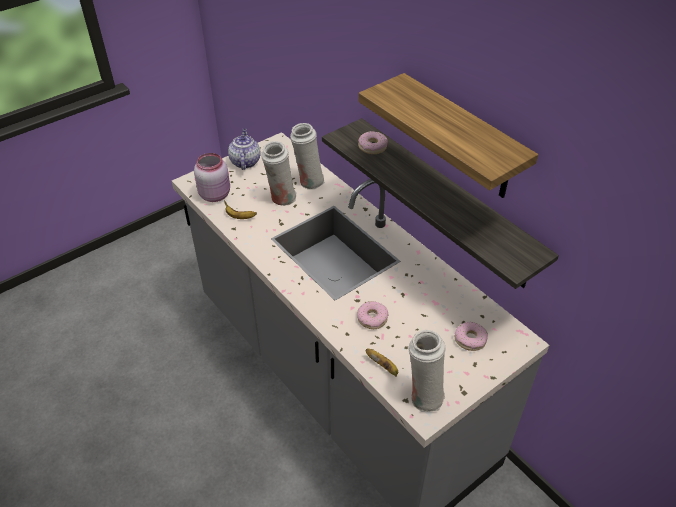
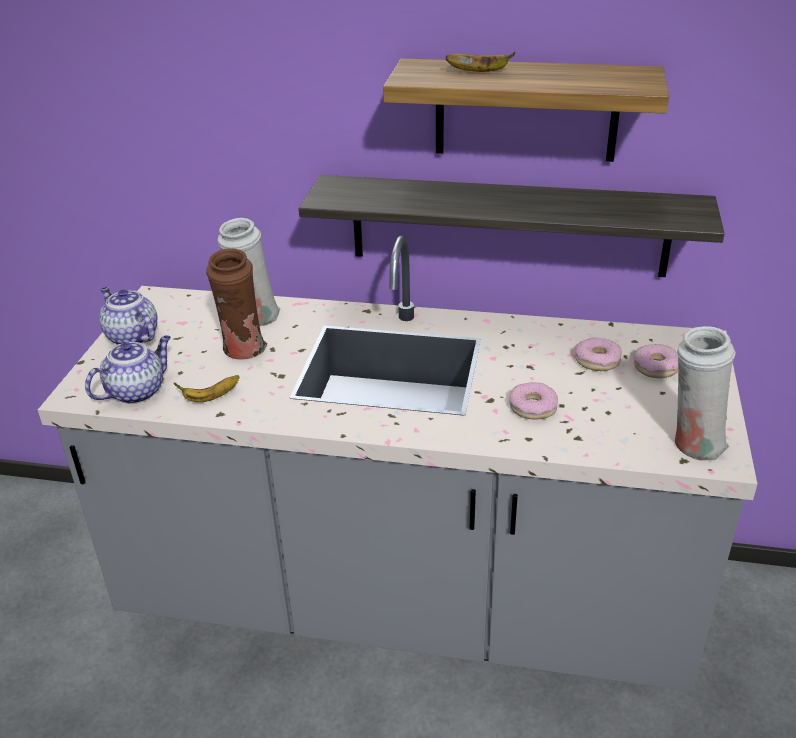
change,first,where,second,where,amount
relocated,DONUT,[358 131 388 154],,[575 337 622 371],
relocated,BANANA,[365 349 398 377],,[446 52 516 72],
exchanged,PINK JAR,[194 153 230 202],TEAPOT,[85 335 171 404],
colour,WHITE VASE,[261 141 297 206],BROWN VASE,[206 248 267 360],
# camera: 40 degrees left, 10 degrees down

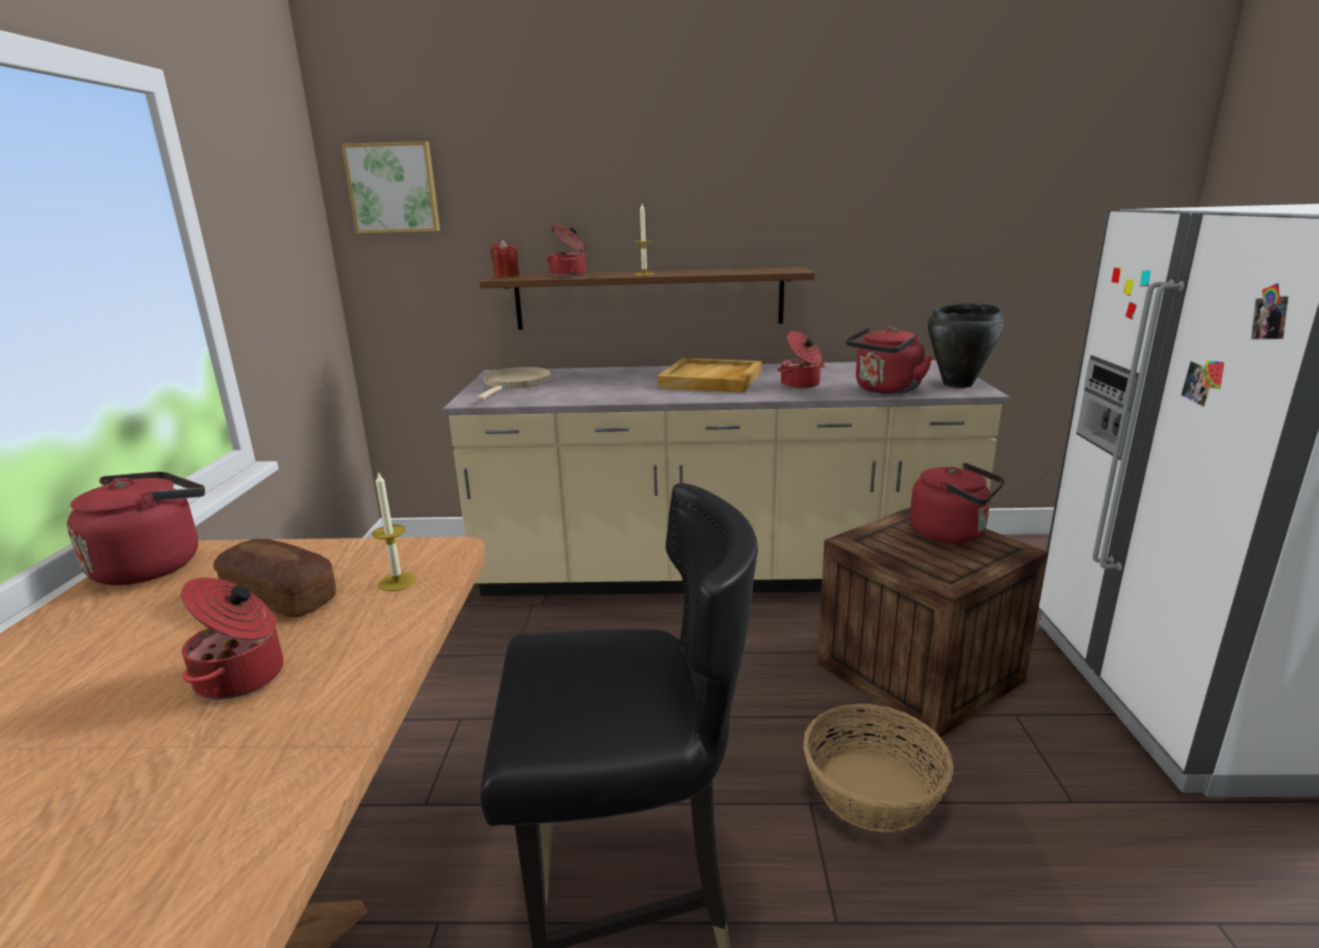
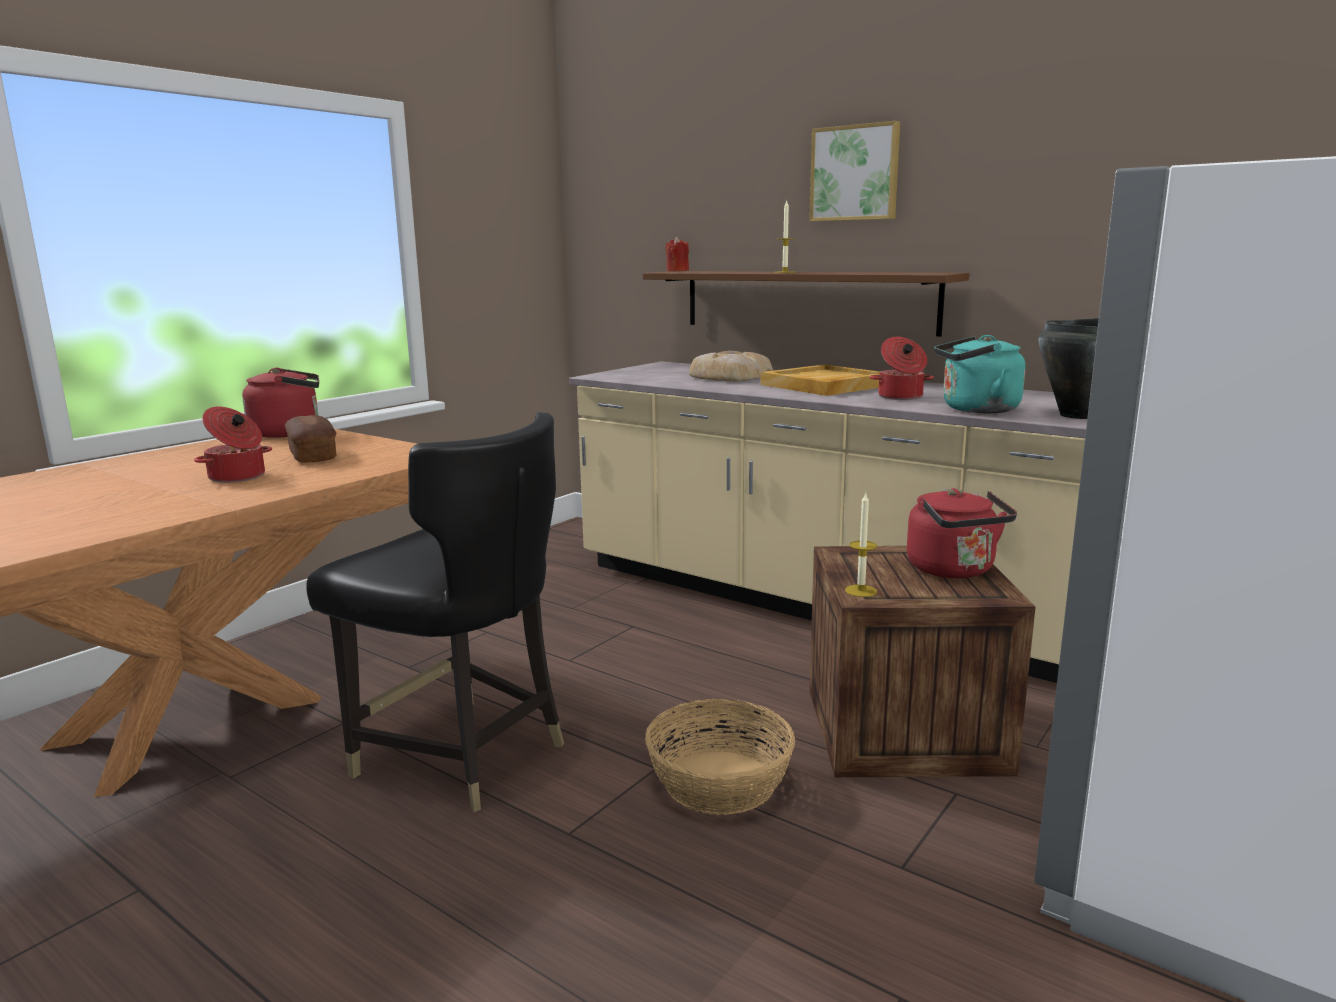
change,first,where,second,where,amount
missing,BEIGE FRYING PAN,[478 367 551 400],,,
missing,COOKING POT,[547 224 586 277],,,
appeared,,,BREAD,[689 351 773 381],
relocated,PICTURE,[341 141 440 233],,[809 121 900 221],
relocated,CANDLE,[372 471 417 591],,[845 493 877 597],
colour,RED KETTLE,[846 326 933 394],TURQUOISE KETTLE,[934 335 1026 413],
# camera: 35 degrees right, 5 degrees down

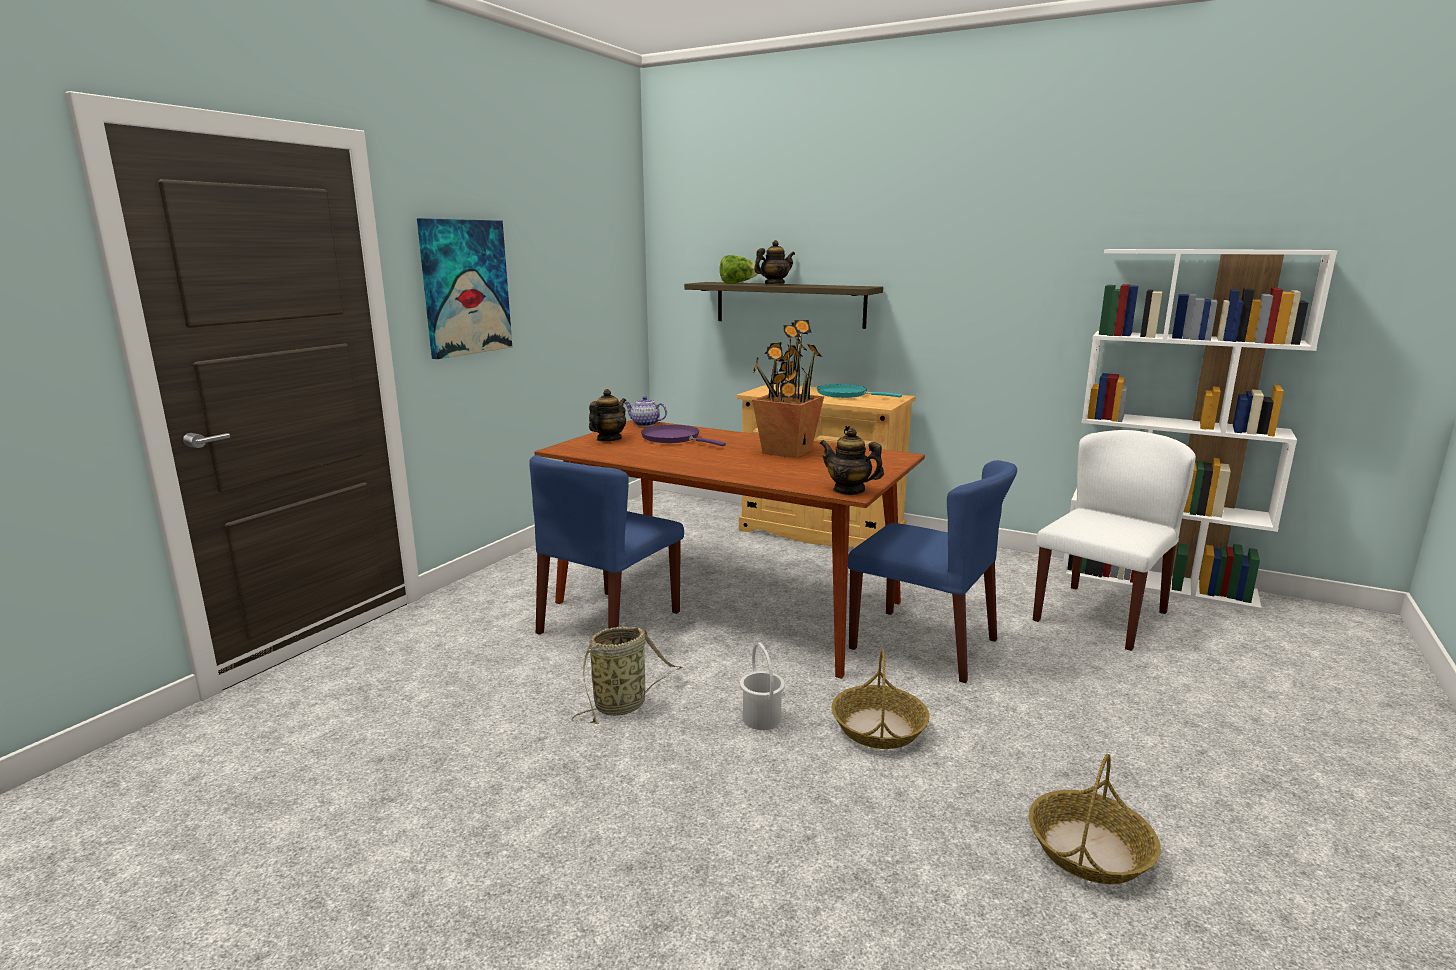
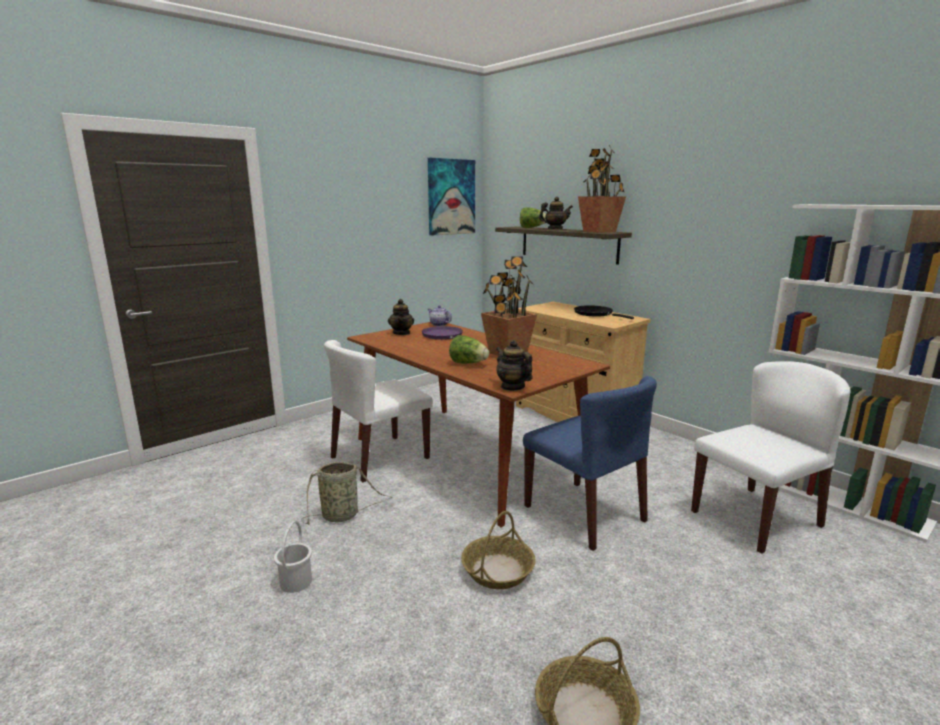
change,first,where,second,where,amount
appeared,,,LETTUCE,[449 335 489 364],
appeared,,,POTTED PLANT,[578 145 626 233],
relocated,PICTURE,[417 218 512 359],,[428 158 475 235],
relocated,WHITE BUCKET,[740 642 785 730],,[274 521 312 593],
colour,BLUE CHAIR,[529 455 684 635],WHITE CHAIR,[324 340 433 482],
colour,TURQUOISE FRYING PAN,[817 384 902 398],BLACK FRYING PAN,[574 305 634 319],
spun,TEAPOT,[589 389 626 441],,[388 299 414 335],120 degrees clockwise
# camera: 20 degrees right, 0 degrees up

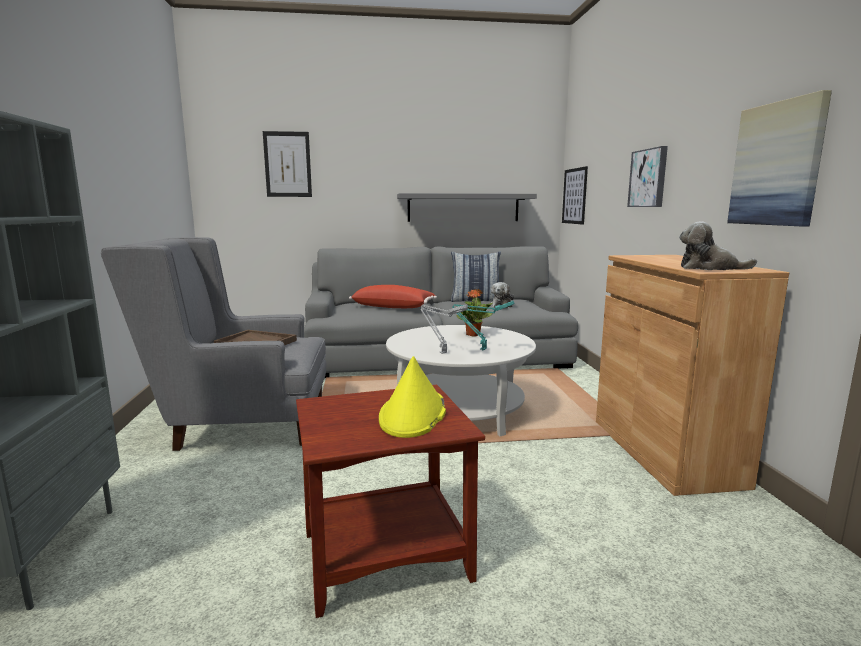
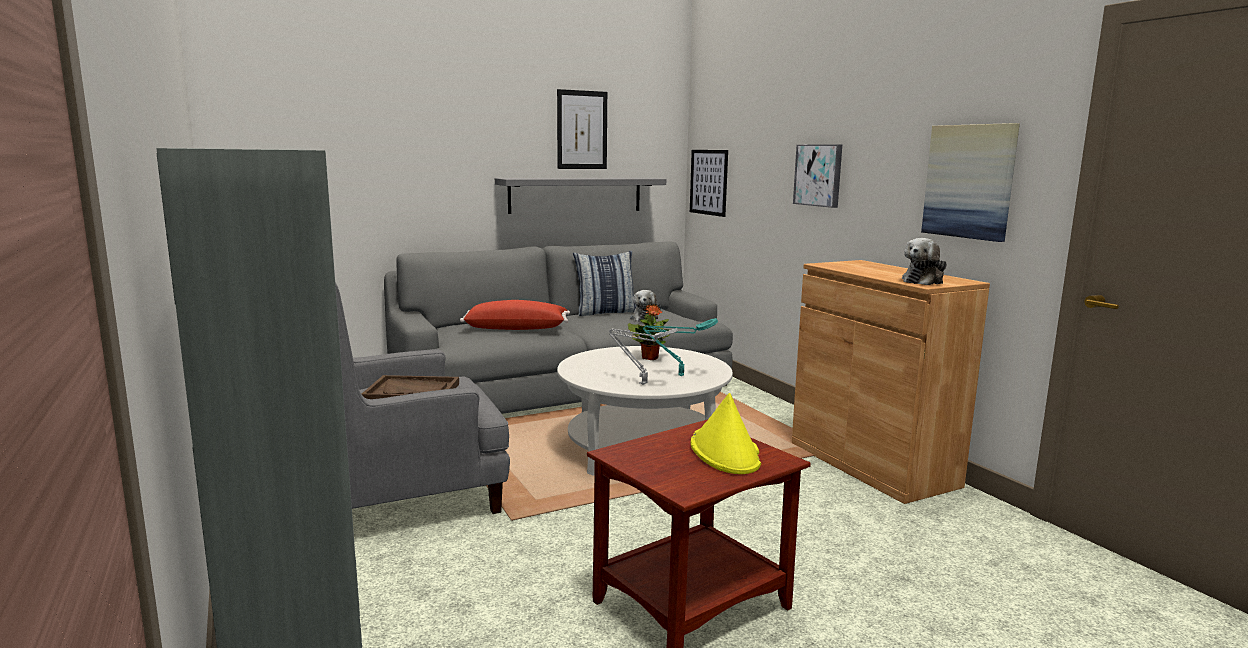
change,first,where,second,where,amount
relocated,PICTURE,[263 131 312 197],,[557 89 607 169],
spun,PLUSH TOY,[679 222 757 270],,[902 238 947 285],45 degrees counterclockwise
# camera: 20 degrees left, 0 degrees up

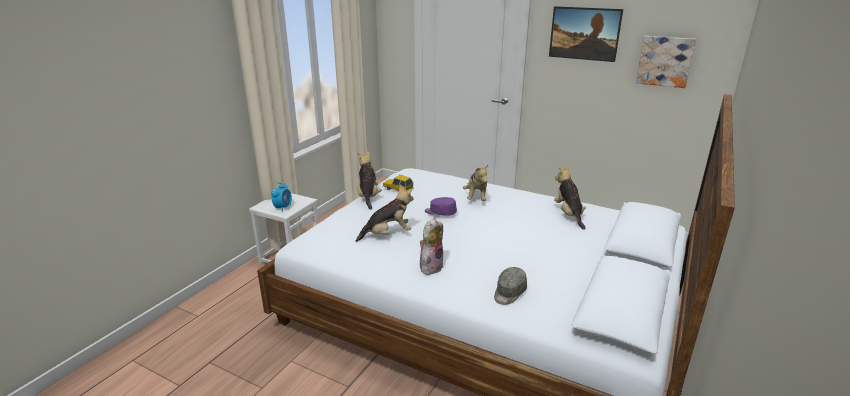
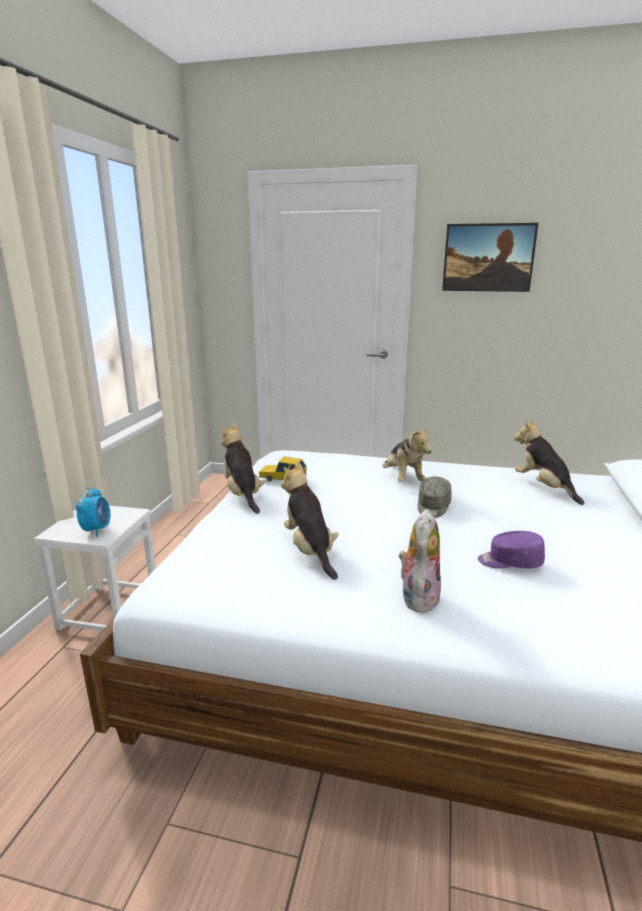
change,first,where,second,where,amount
missing,PICTURE,[636 36 696 88],,,
relocated,PURPLE CAP,[425 197 457 216],,[478 531 545 569],
relocated,GREY CAP,[494 267 527 305],,[418 477 452 518],
spun,PLUSH TOY,[356 185 413 242],,[281 461 339 580],75 degrees counterclockwise
# camera: 15 degrees left, 5 degrees down

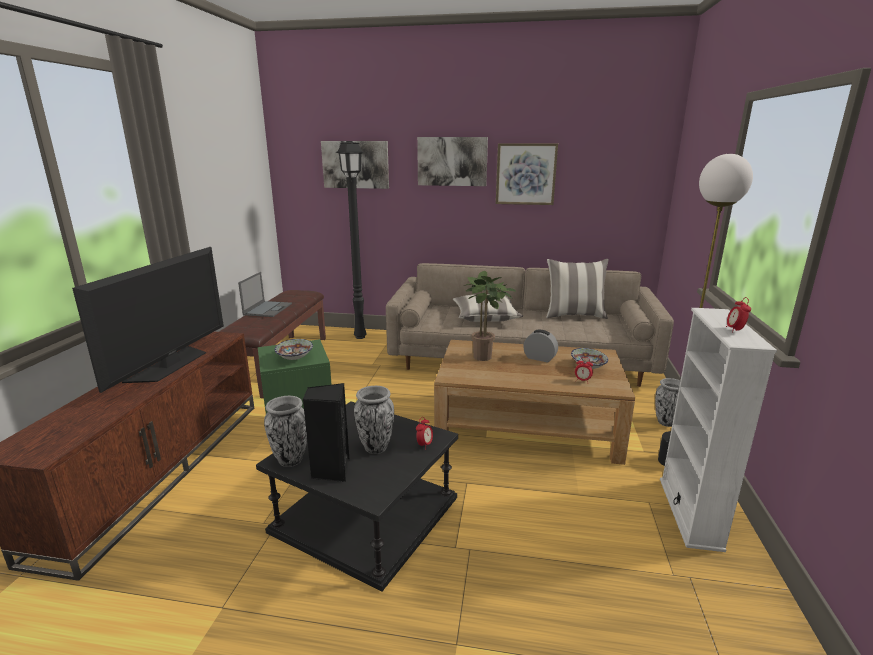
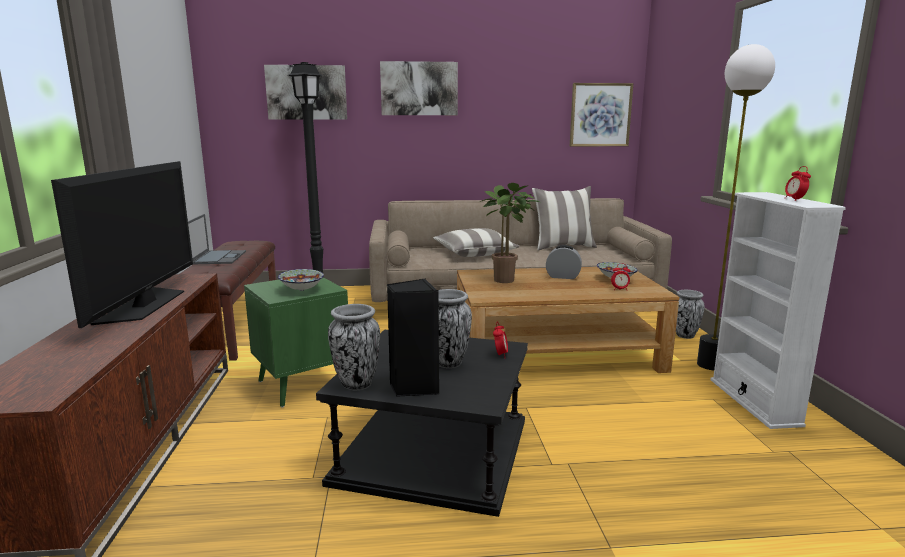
change,first,where,second,where,amount
relocated,PICTURE,[496 143 558 205],,[570 83 633 146],
# camera: 15 degrees left, 5 degrees down

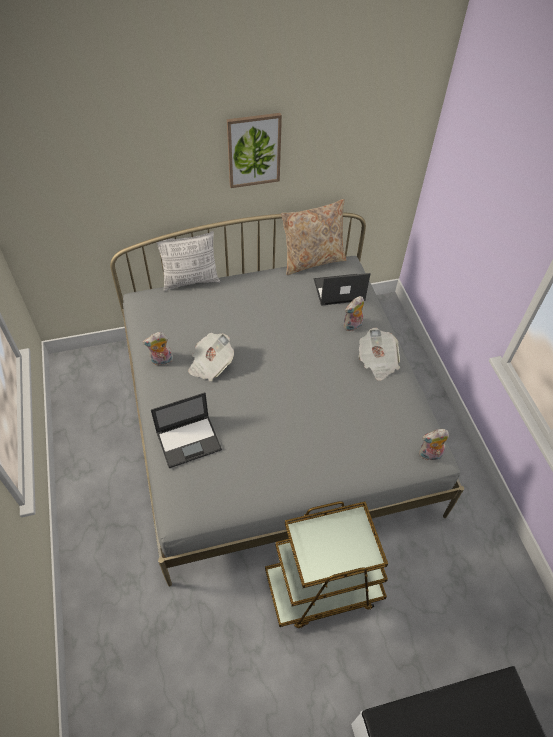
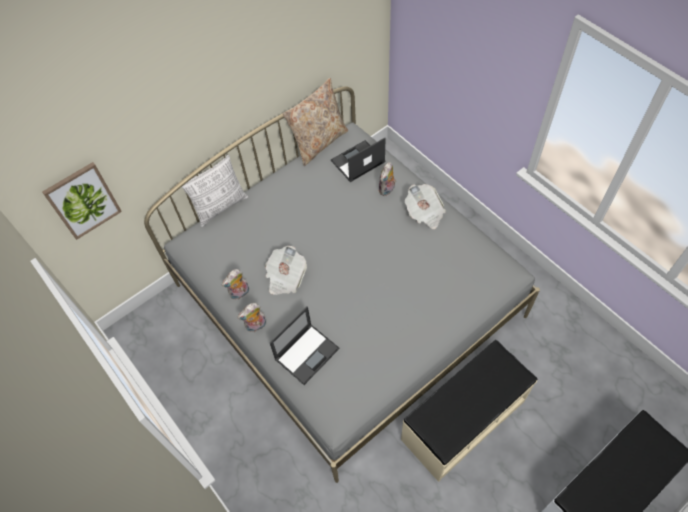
change,first,where,second,where,amount
relocated,PICTURE,[227 113 282 188],,[42 162 122 240],
relocated,PLUSH TOY,[419 429 449 460],,[237 303 266 332],
exchanged,BROWN CART,[265 501 388 628],BEIGE BENCH,[401 340 537 482],
# camera: 20 degrees left, 5 degrees up

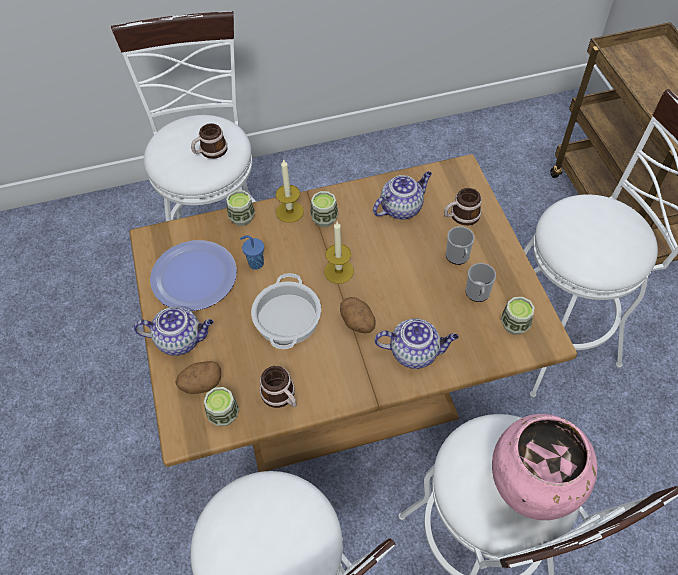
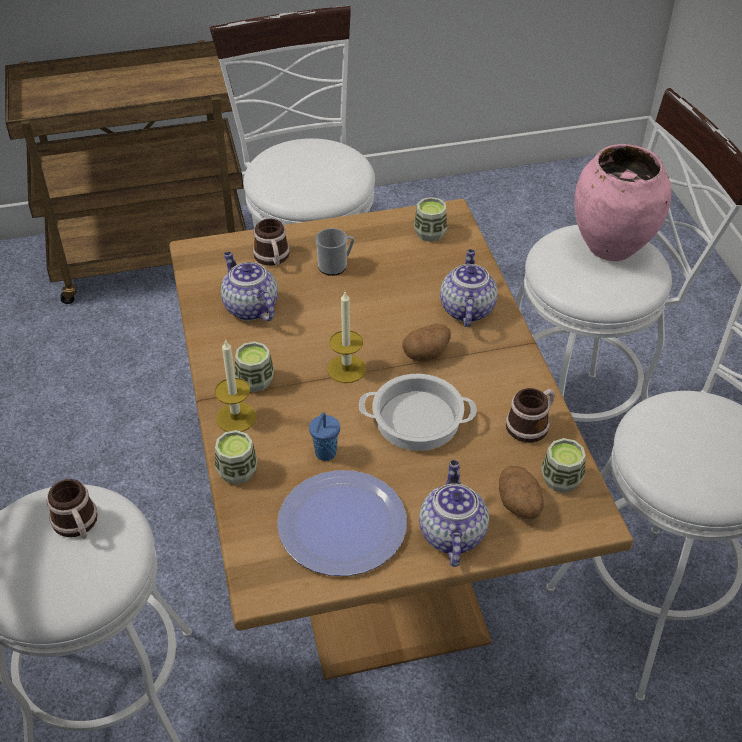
change,first,where,second,where,amount
missing,MUG,[466 263 496 302],,,
# camera: 90 degrees left, 10 degrees down

